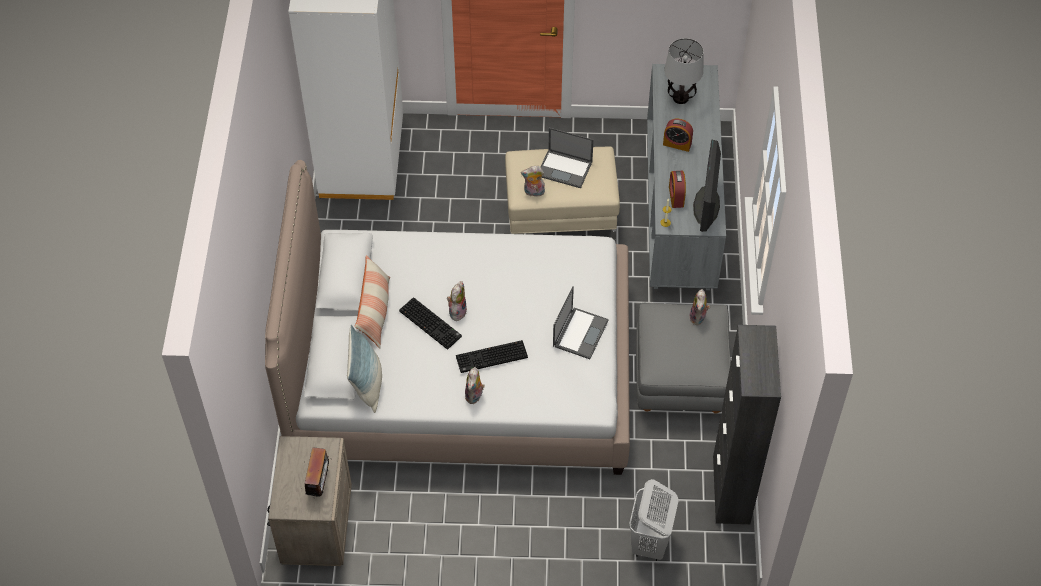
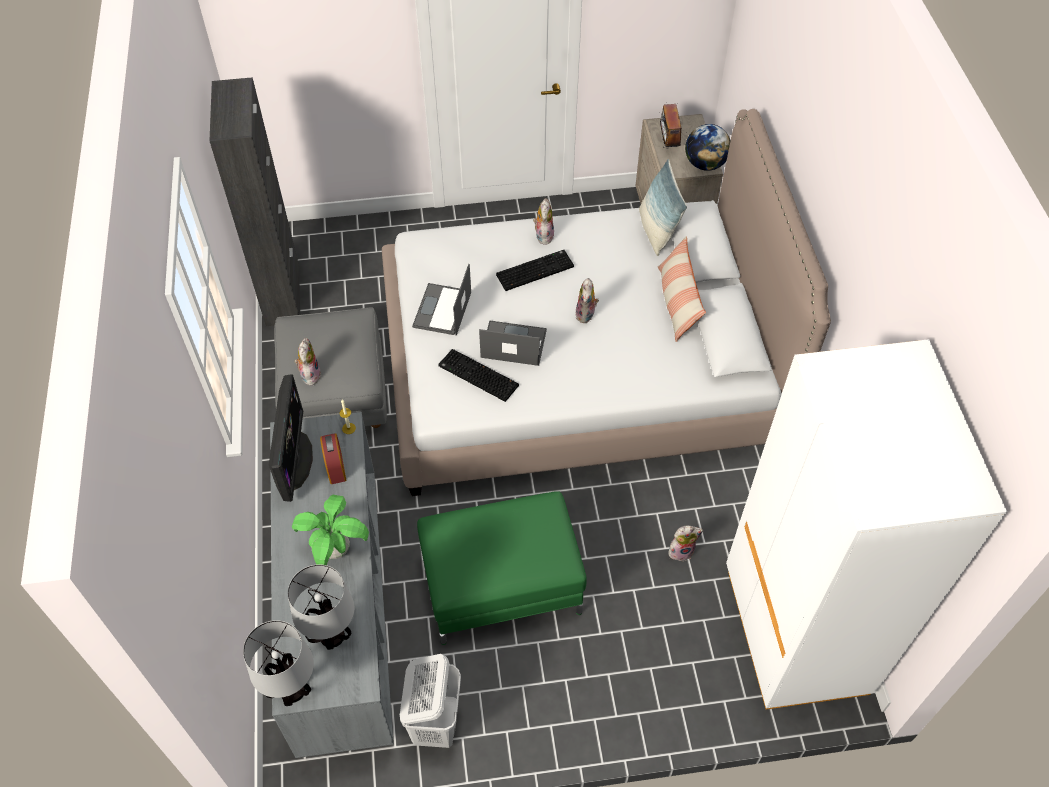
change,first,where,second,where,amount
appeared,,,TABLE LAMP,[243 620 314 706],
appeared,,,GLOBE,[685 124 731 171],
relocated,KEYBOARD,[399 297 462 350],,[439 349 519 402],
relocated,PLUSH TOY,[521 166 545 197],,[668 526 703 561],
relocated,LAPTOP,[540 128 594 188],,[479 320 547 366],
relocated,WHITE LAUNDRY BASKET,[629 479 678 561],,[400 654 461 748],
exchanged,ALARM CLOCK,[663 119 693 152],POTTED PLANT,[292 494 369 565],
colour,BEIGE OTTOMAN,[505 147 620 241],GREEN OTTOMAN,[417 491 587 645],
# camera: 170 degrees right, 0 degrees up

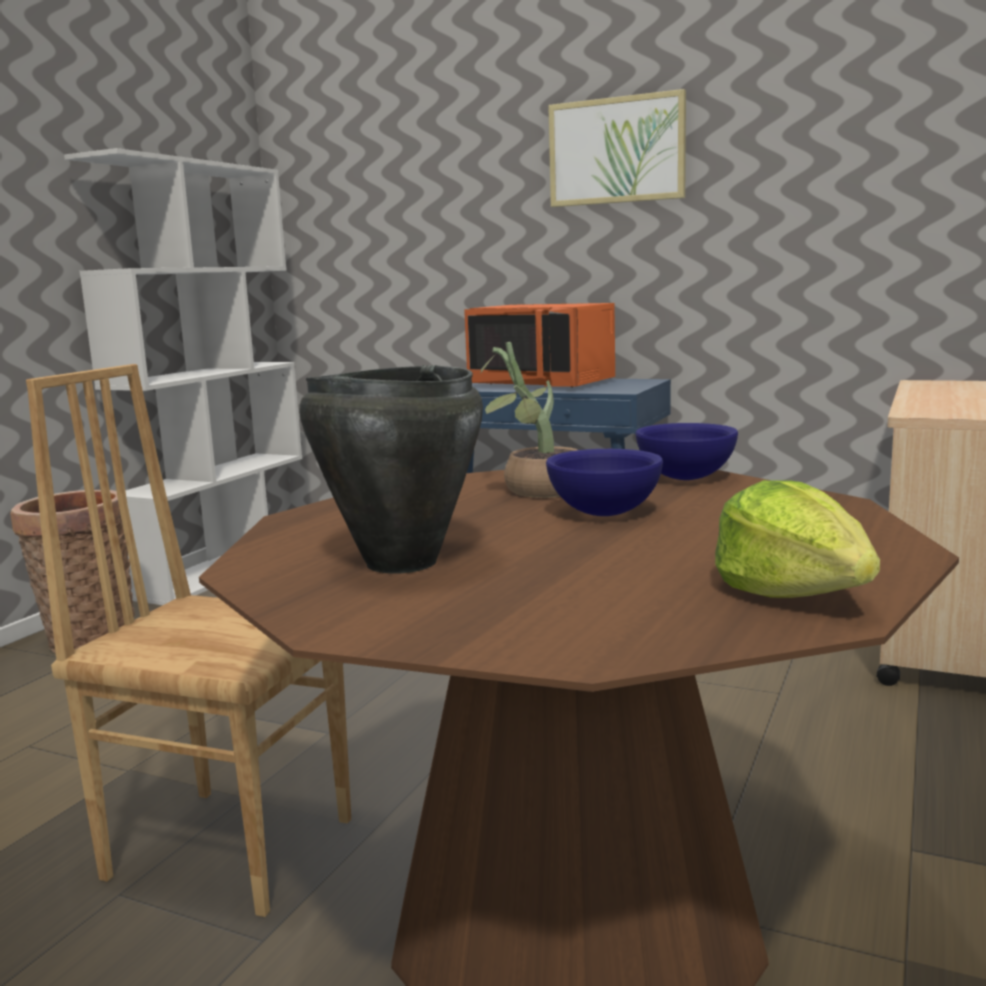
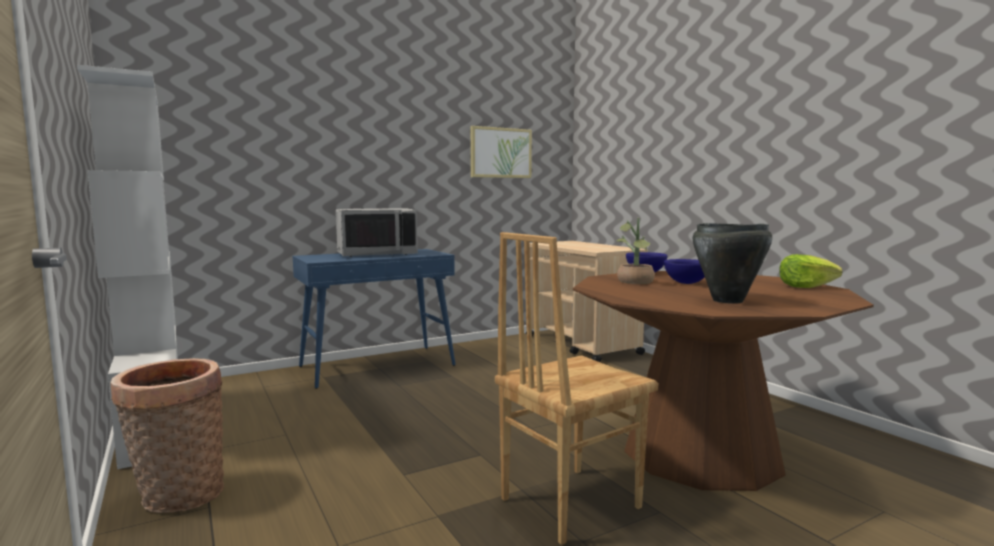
change,first,where,second,where,amount
relocated,PICTURE,[548 89 686 207],,[471 126 532 178],
colour,ORANGE MICROWAVE,[464 303 615 388],GREY MICROWAVE,[336 208 418 257],
# camera: 55 degrees left, 5 degrees down

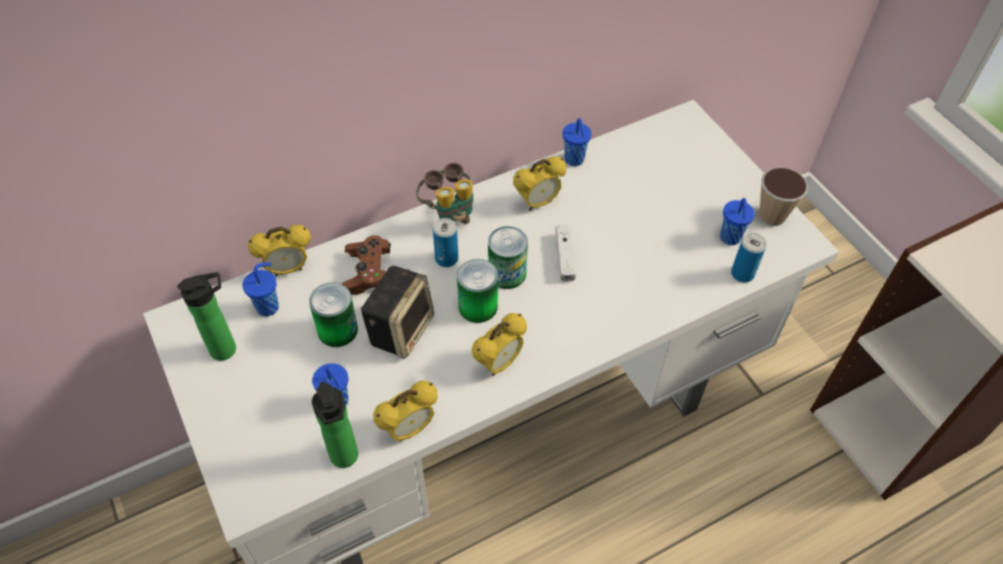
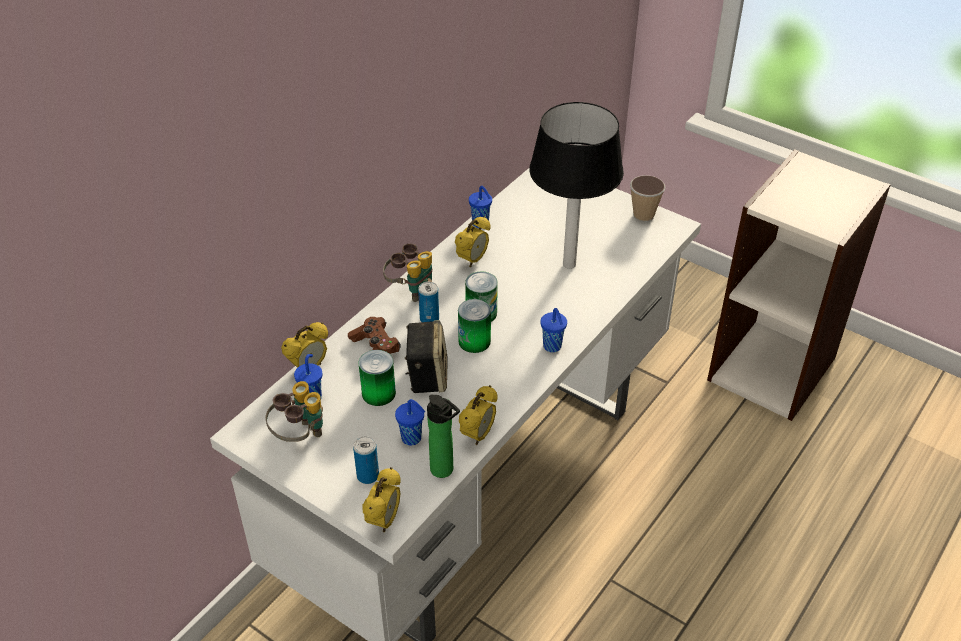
change,first,where,second,where,amount
missing,WHITE GAME CONTROLLER,[555 225 576 282],,,
appeared,,,TABLE LAMP,[529 102 624 269],
relocated,ALARM CLOCK,[472 313 527 376],,[362 467 401 532],
relocated,BLUE CUP,[720 198 755 245],,[540 308 567 352],
relocated,CAN,[731 233 766 283],,[353 436 379 484],
exchanged,BOTTLE,[177 272 236 361],BINOCULARS,[265 381 323 442],
# camera: 25 degrees left, 10 degrees down

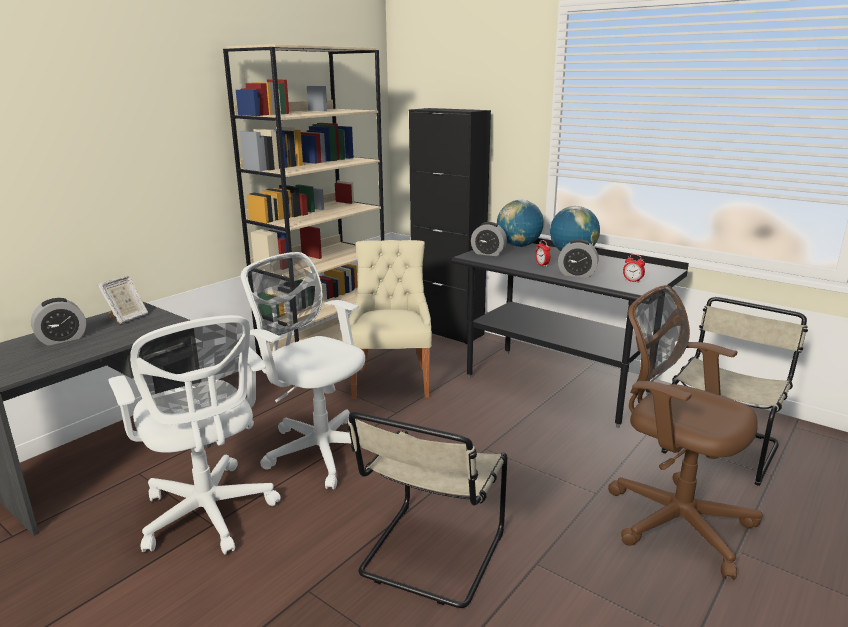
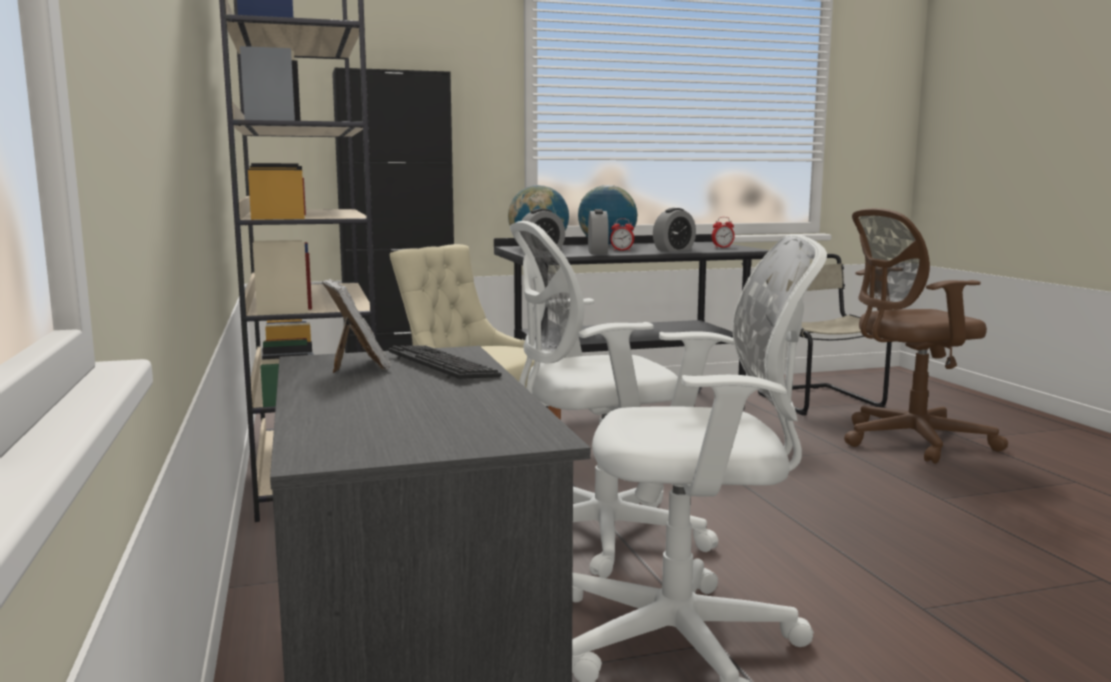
change,first,where,second,where,amount
missing,BEIGE CHAIR,[347 412 507 608],,,
appeared,,,KEYBOARD,[388 345 502 379],
relocated,ALARM CLOCK,[31 298 86 346],,[588 209 609 254],
# camera: 55 degrees left, 10 degrees down

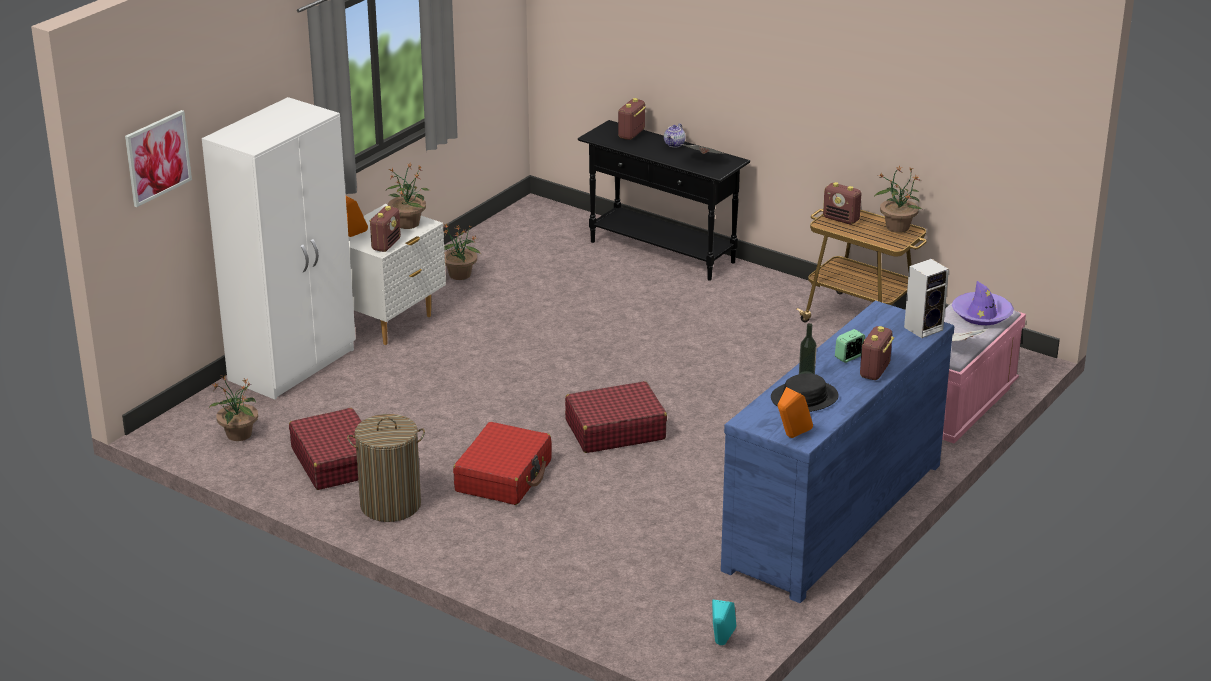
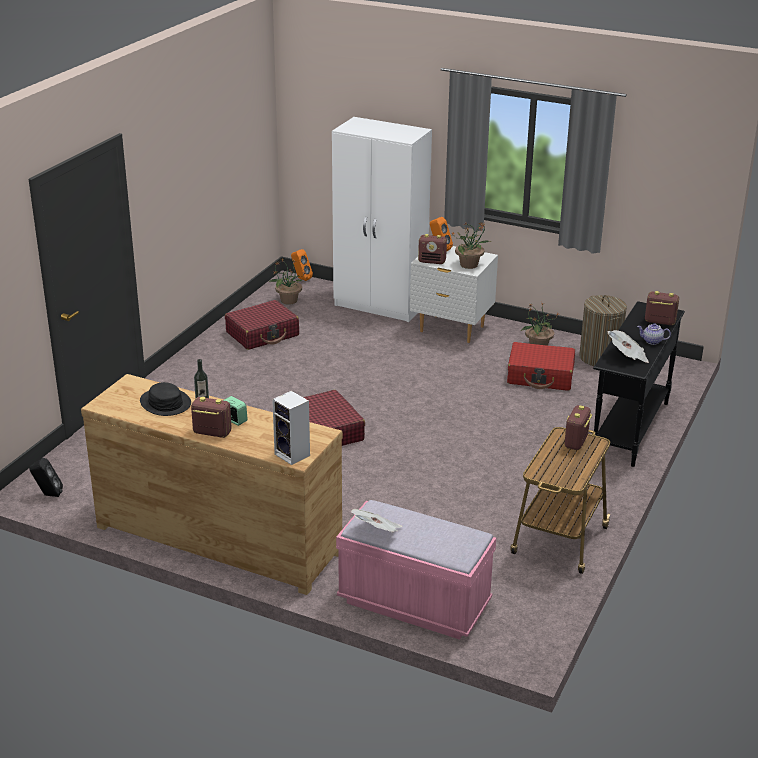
change,first,where,second,where,amount
missing,PICTURE,[125 110 192 207],,,
missing,POTTED PLANT,[874 166 922 233],,,
missing,PURPLE HAT,[952 281 1014 325],,,
relocated,LAUNDRY BASKET,[347 414 425 522],,[579 295 627 366],
relocated,RED SUITCASE,[453 422 552 505],,[507 342 575 391],
relocated,ORANGE SPEAKER,[778 387 813 438],,[291 249 313 281],
colour,TURQUOISE SPEAKER,[712 600 736 645],BLACK SPEAKER,[29 458 63 497],
colour,BLUE DRESSER,[721 300 954 603],BROWN DRESSER,[81 374 343 595],
# camera: 80 degrees right, 0 degrees up

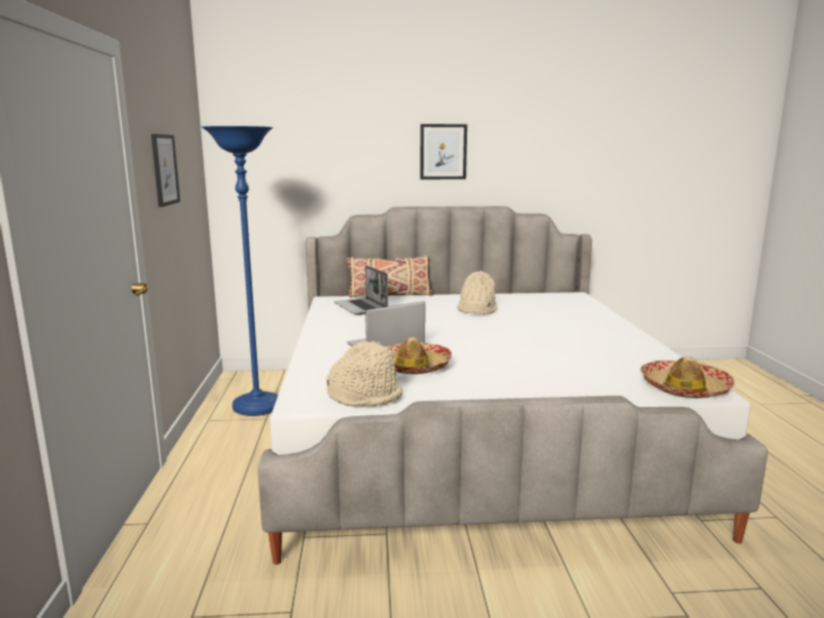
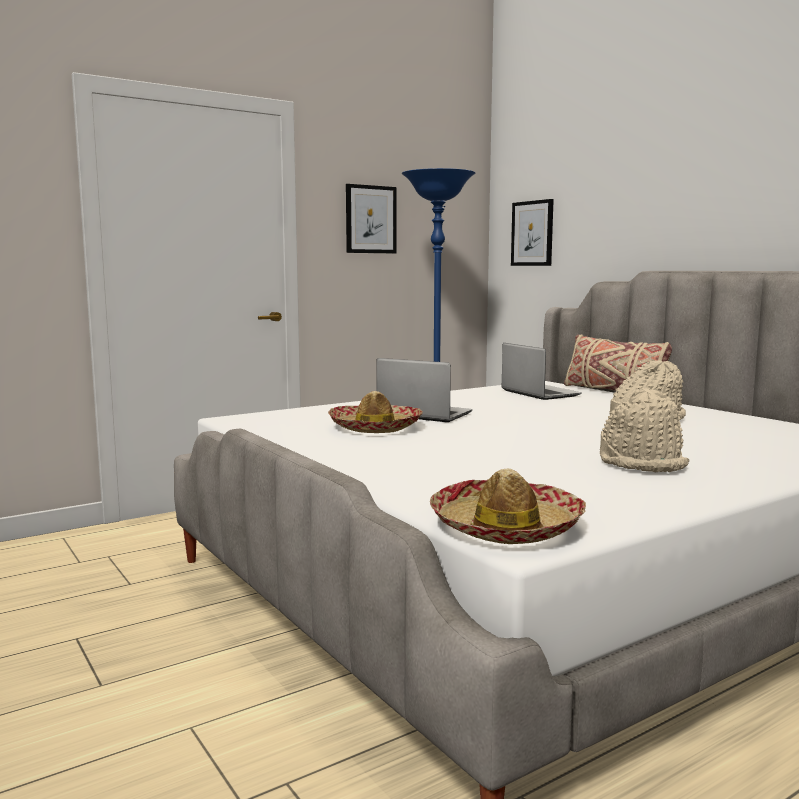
change,first,where,second,where,amount
relocated,BEIGE HAT,[327 341 403 407],,[600 388 690 472],
relocated,PICTURE,[420 124 467 179],,[511 199 554 266],
spun,LAPTOP,[334 265 388 315],,[502 343 582 400],120 degrees clockwise
# camera: 60 degrees right, 5 degrees down

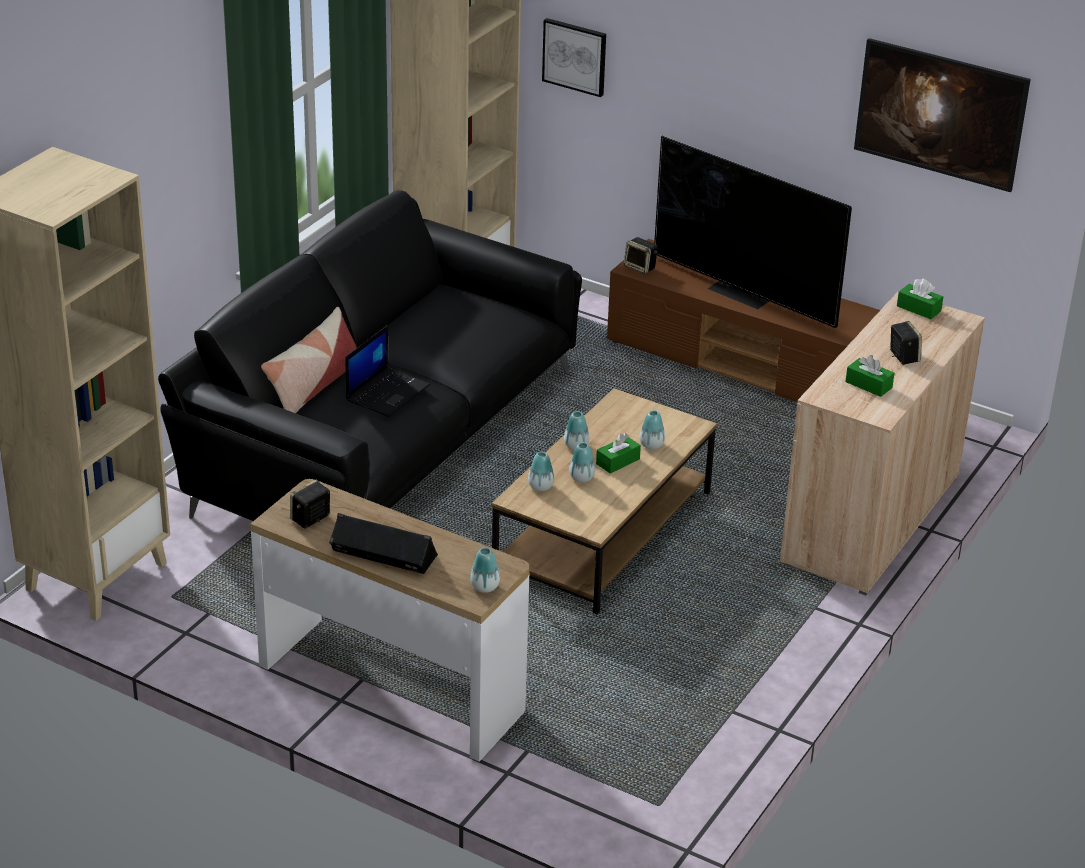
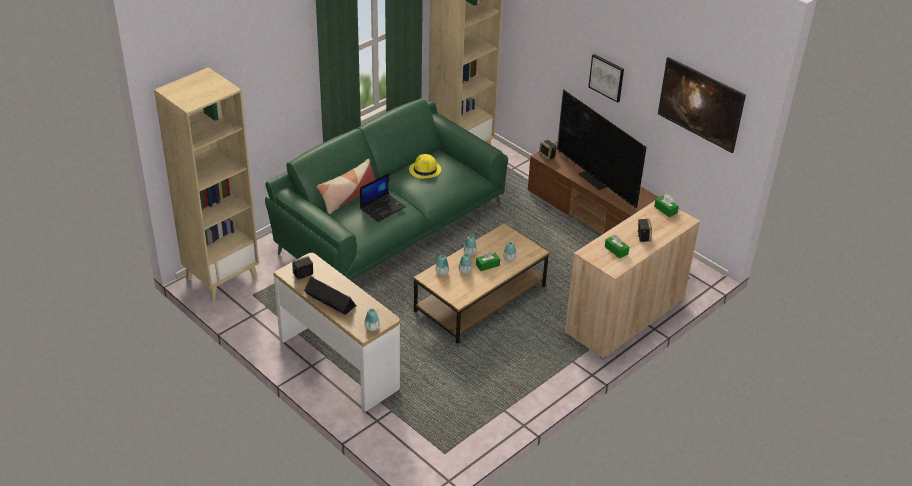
change,first,where,second,where,amount
appeared,,,YELLOW HAT,[409 154 441 179],
relocated,PICTURE,[542 18 606 97],,[588 54 624 103],
colour,BLACK SOFA,[158 190 582 521],GREEN SOFA,[265 98 508 281],
# camera: 15 degrees right, 5 degrees up

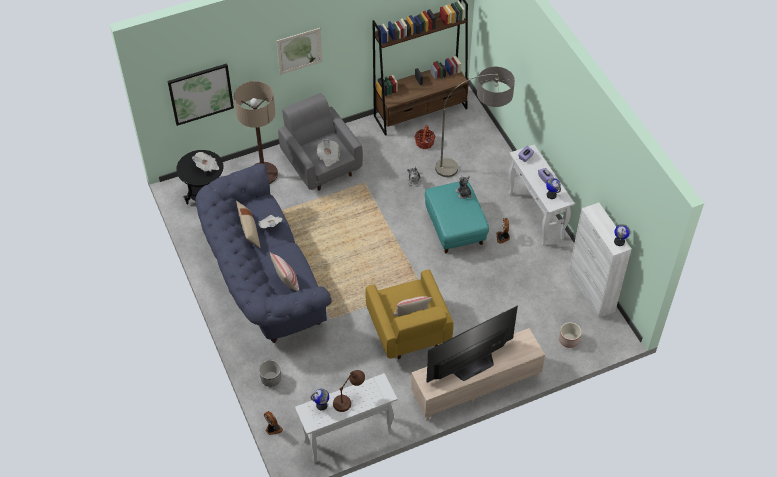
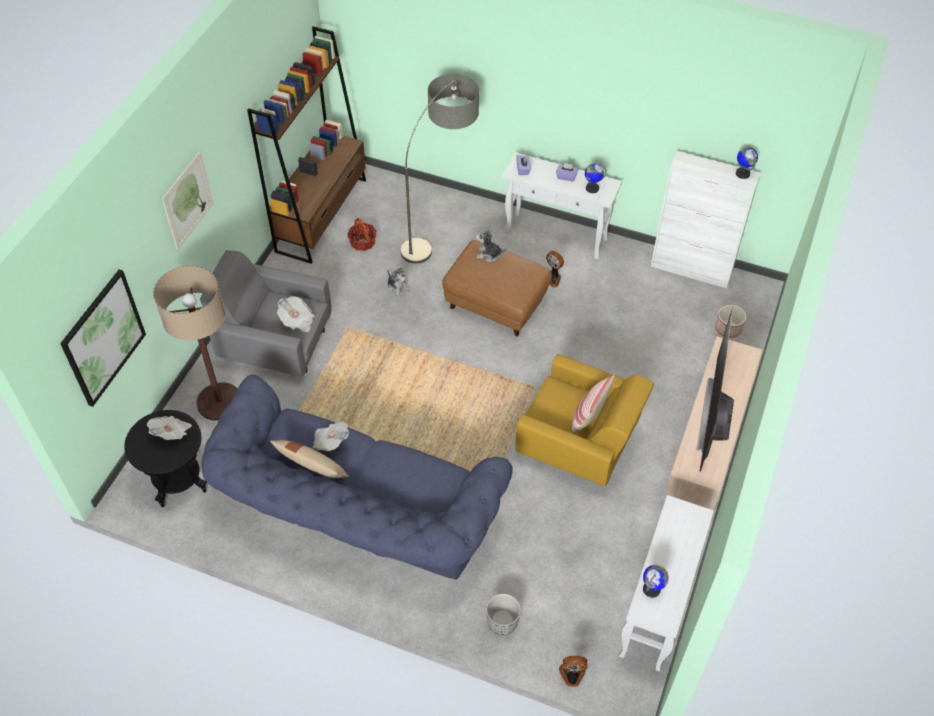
change,first,where,second,where,amount
missing,PILLOW,[270 252 299 291],,,
missing,BROWN TABLE LAMP,[333 370 365 412],,,
colour,TURQUOISE OTTOMAN,[425 181 489 253],BROWN OTTOMAN,[442 240 552 336],
# camera: 45 degrees left, 0 degrees up

